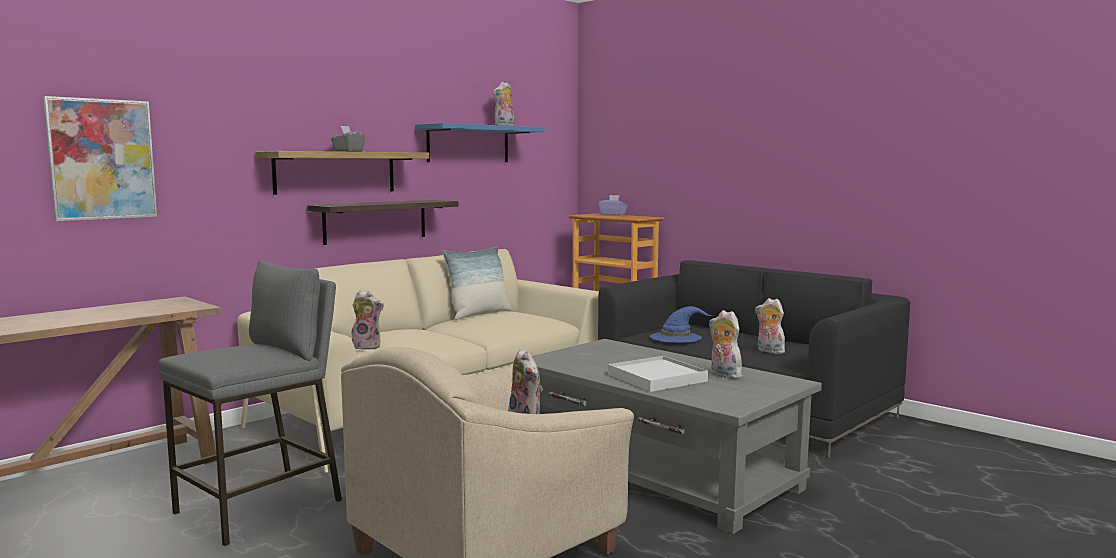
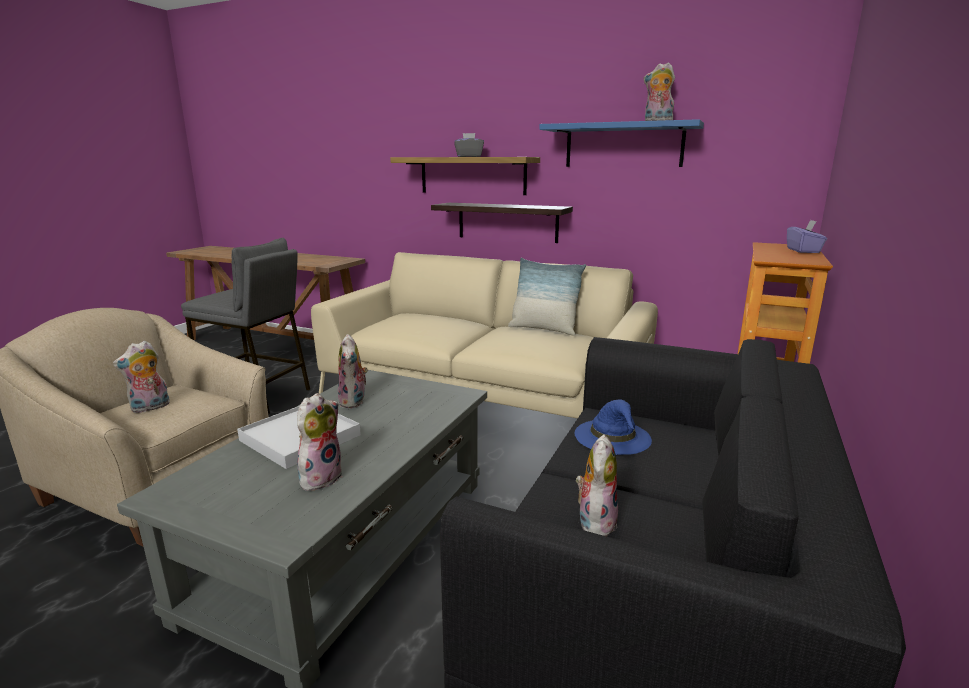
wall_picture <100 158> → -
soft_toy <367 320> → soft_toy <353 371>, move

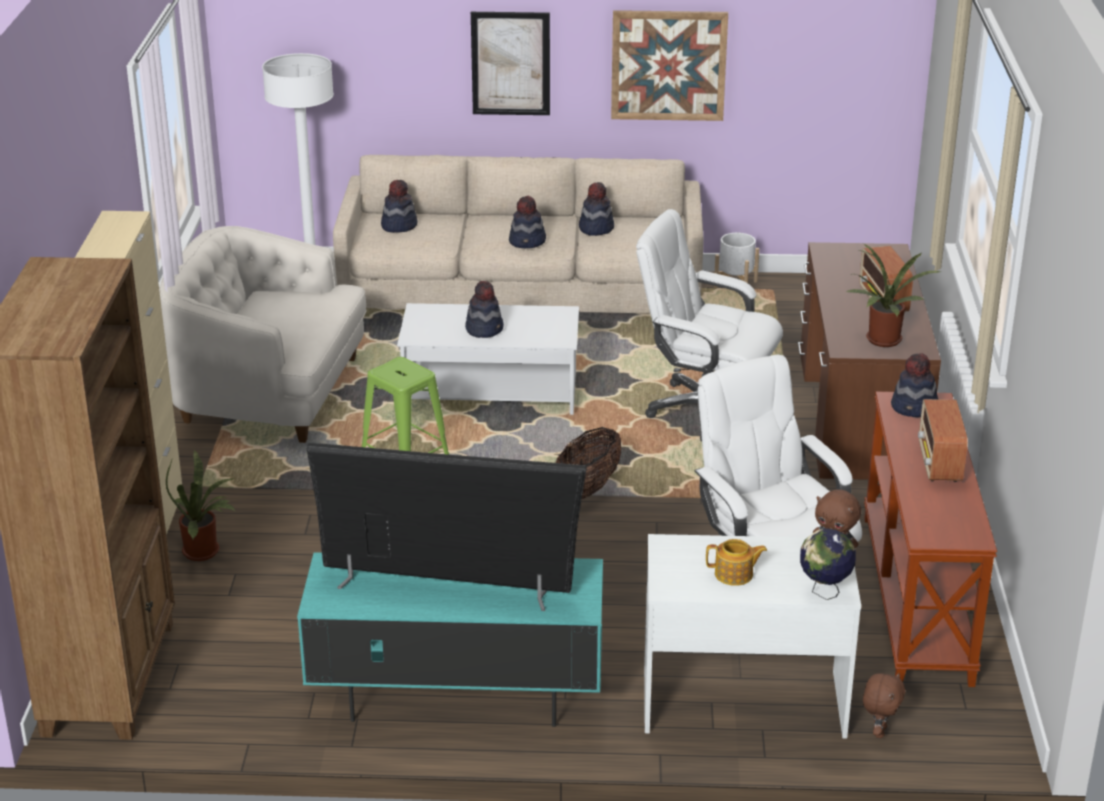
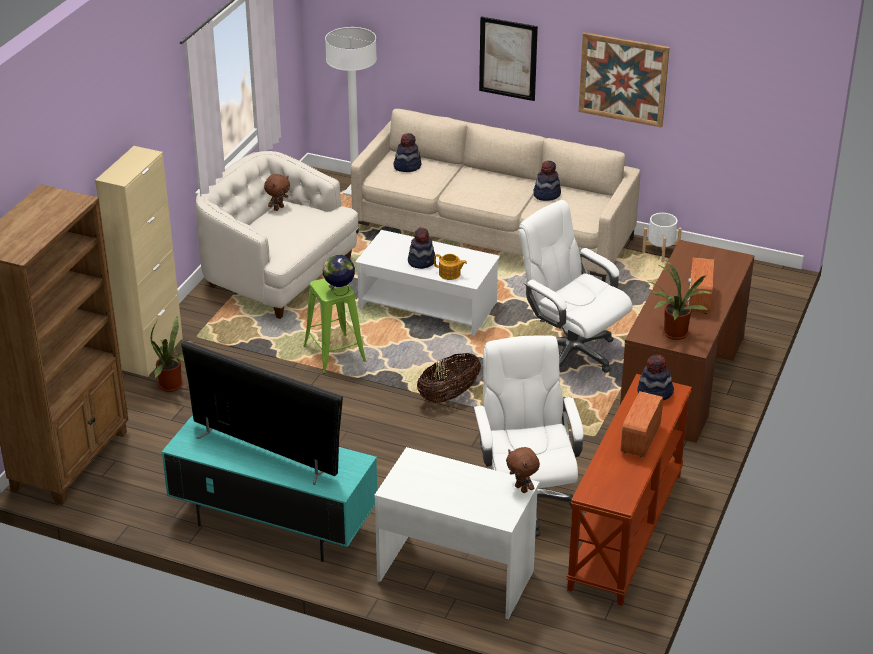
wearable_hat <527 221> → -
globe <828 564> → globe <339 275>, move
tea_pot <736 562> → tea_pot <450 267>, move
brown-coloured_soft_toy <884 705> → brown-coloured_soft_toy <277 192>, move

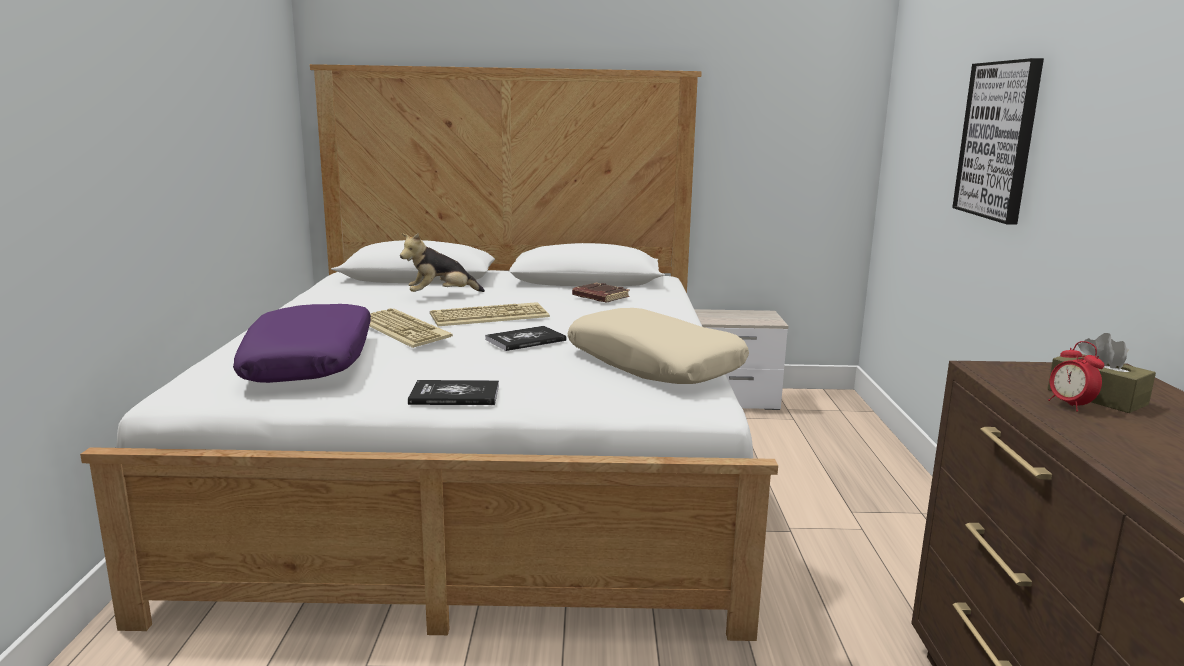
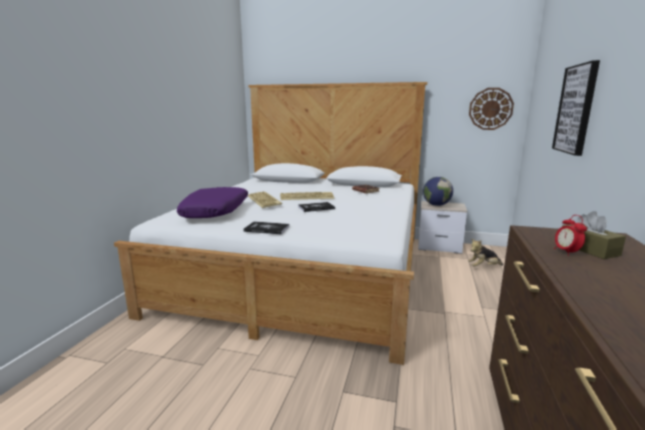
soft_toy <442 262> → soft_toy <485 253>, move
sand-coloured_cushion <658 346> → -
- → clock_on_the_wall <491 109>
- → globe <438 191>

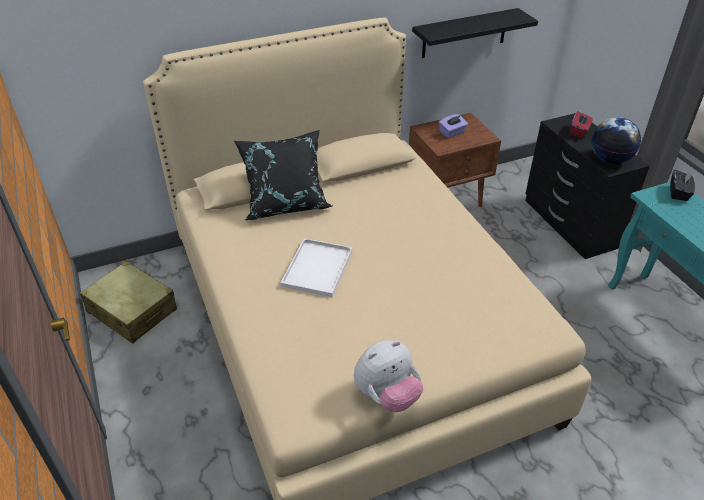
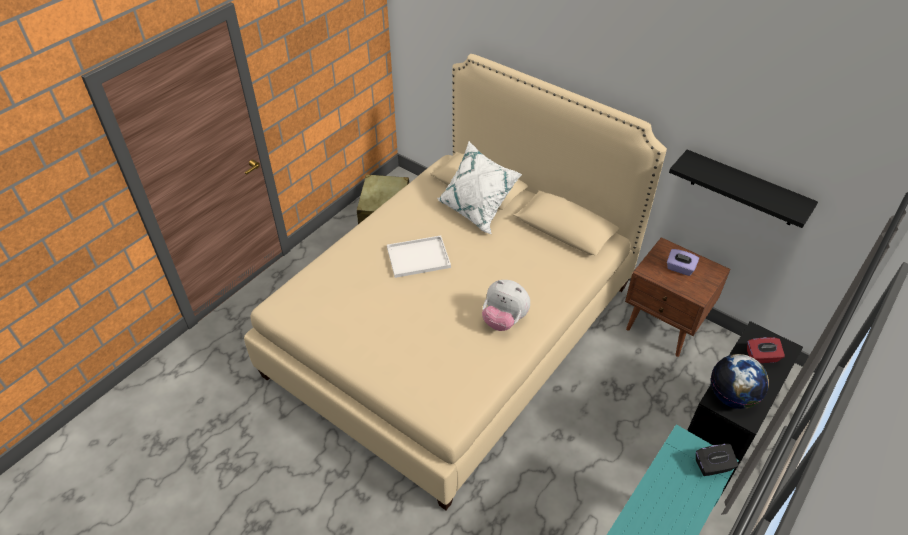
black-coloured_cushion <283 175> → whitish_cushion <479 188>
soft_toy <388 376> → soft_toy <506 305>, move

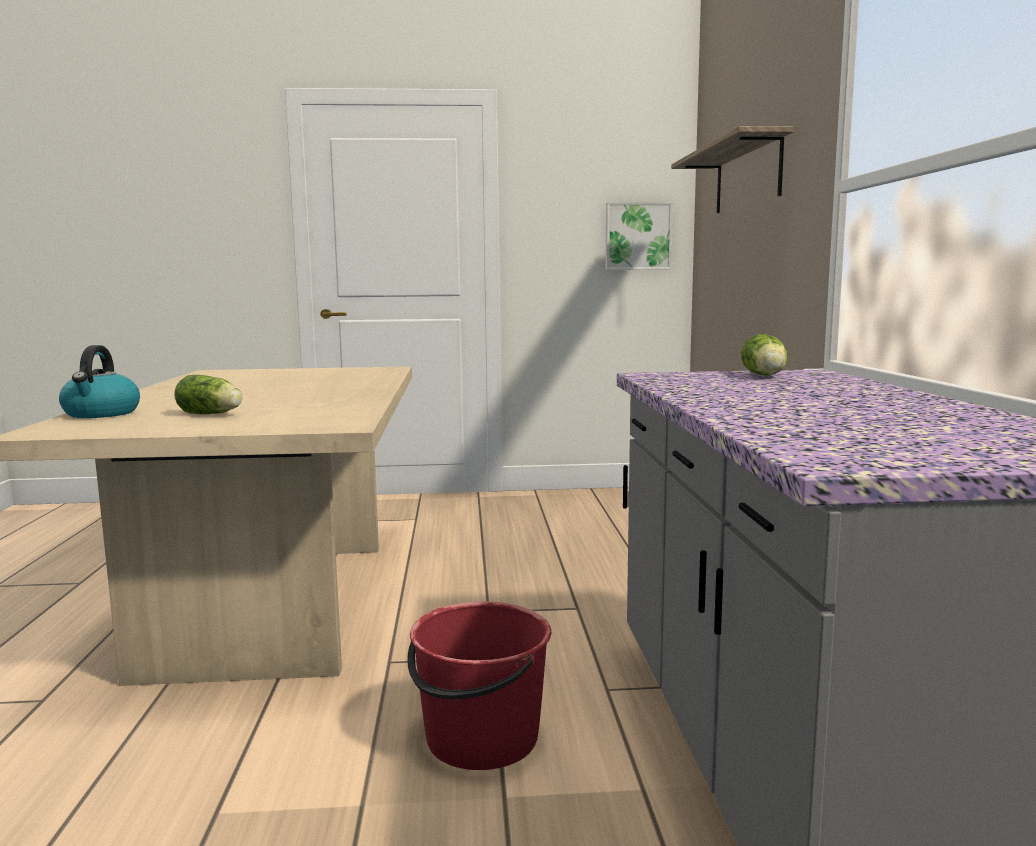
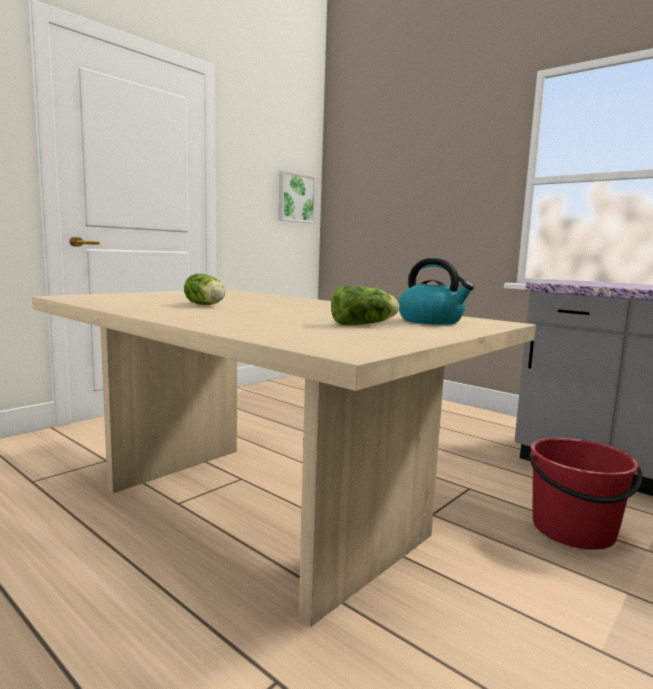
shelf <732 169> → -
head_of_lettuce <764 355> → head_of_lettuce <204 289>, move
tea_kettle <99 381> → tea_kettle <436 291>, move

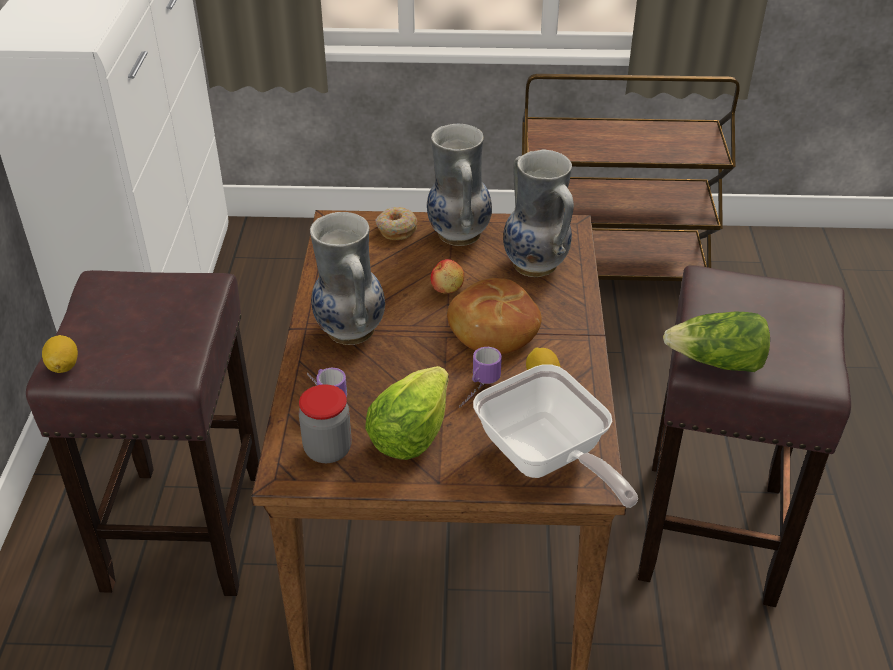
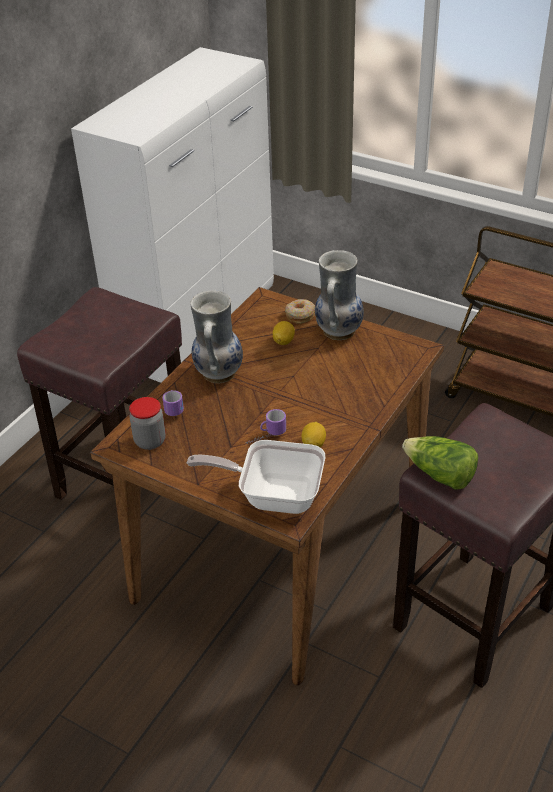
flower_vase <538 213> → -
apple_fruit <447 276> → -
baked_bread <494 316> → -
citrus_fruit <60 354> → citrus_fruit <284 333>, move
frying_pan <555 436> → frying_pan <256 477>, 105 degrees clockwise
head_of_lettuce <407 413> → -

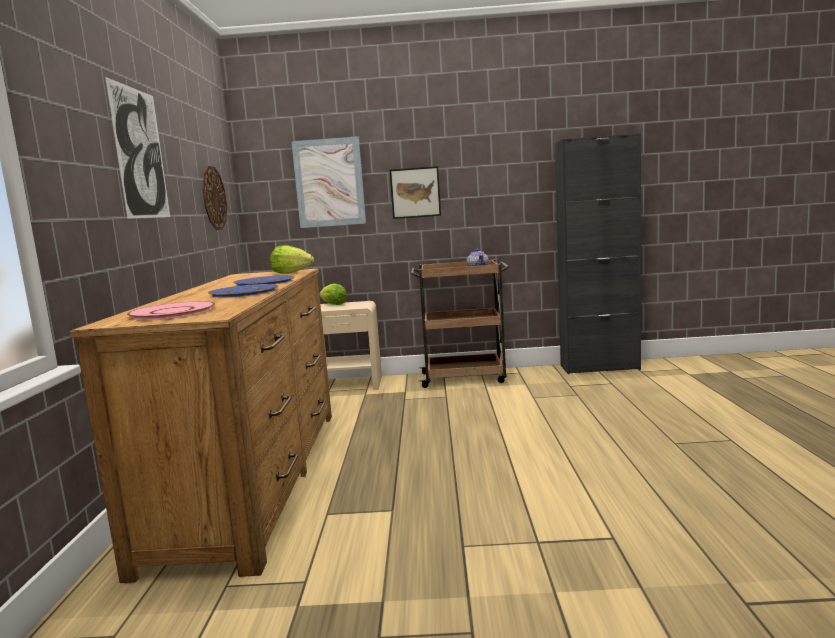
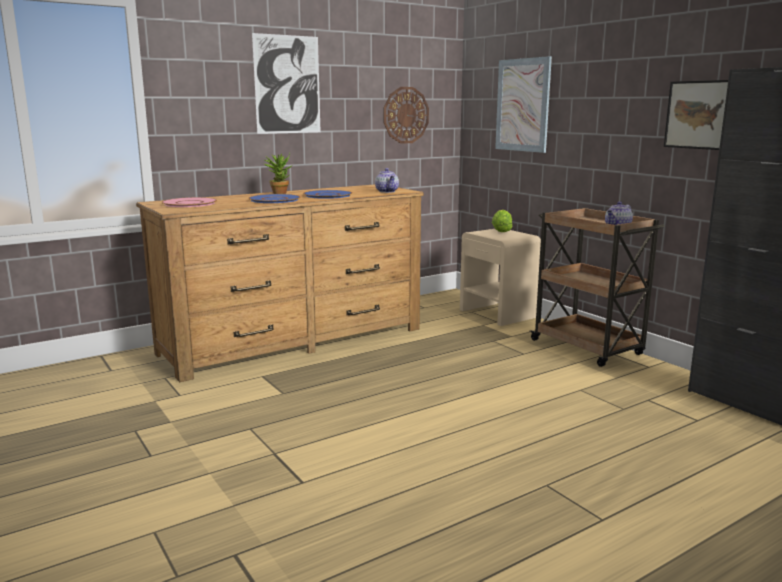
wall_picture <415 192> → wall_picture <696 115>, move
head_of_lettuce <292 259> → tea_pot <387 180>
- → plant_in_a_pot <277 173>

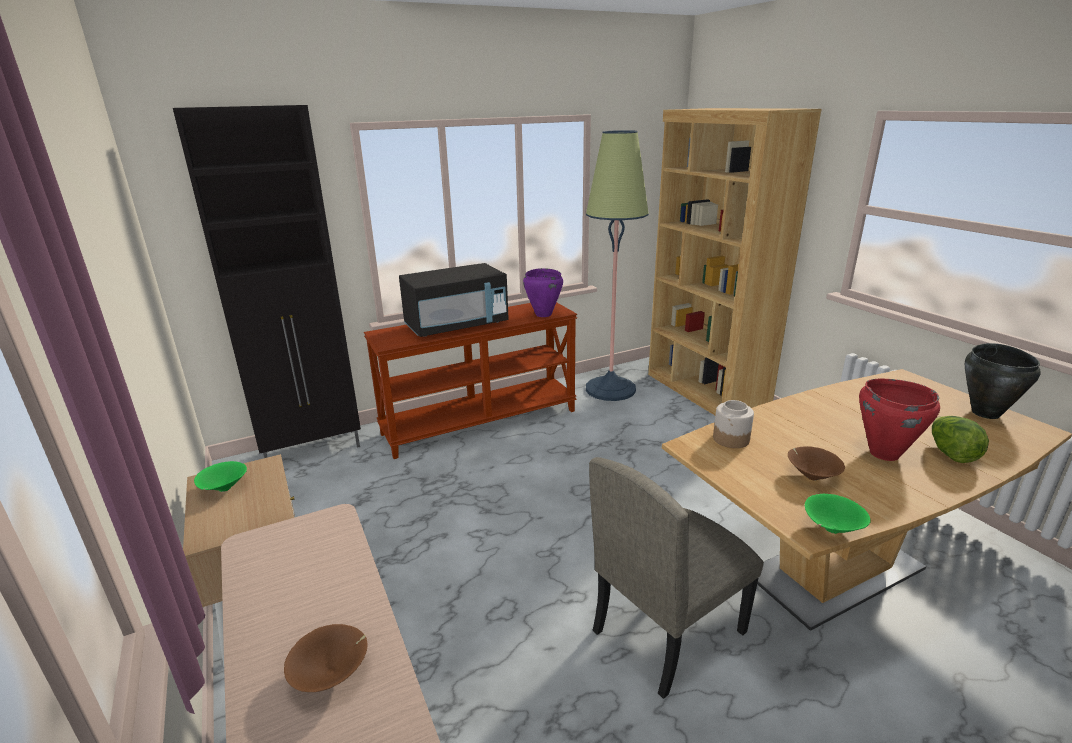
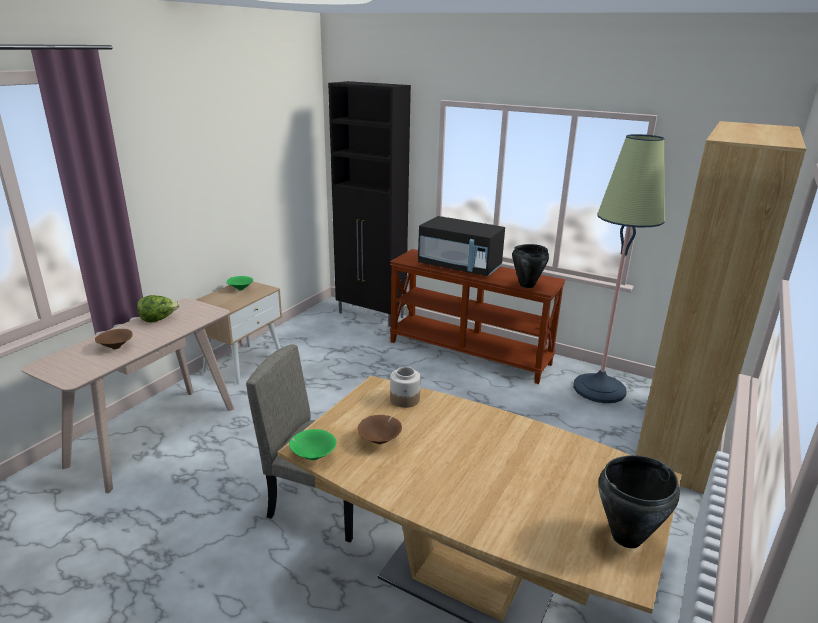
purplish_cooking_pot <543 292> → black-coloured_cooking_pot <530 266>
red_cooking_pot <899 420> → -
head_of_lettuce <960 439> → head_of_lettuce <158 308>, move

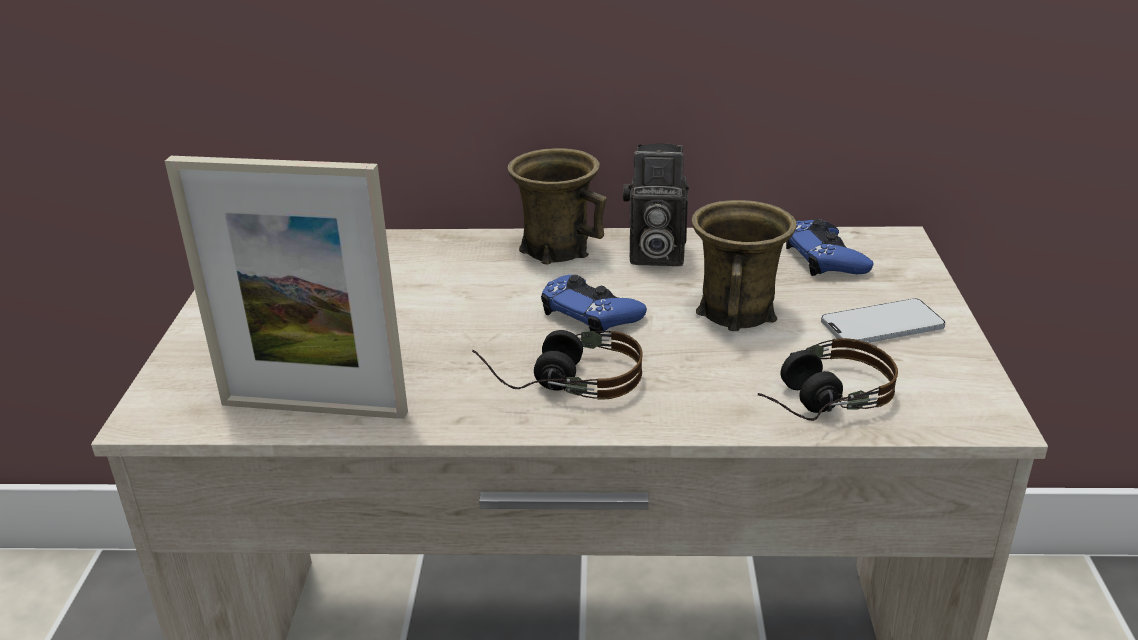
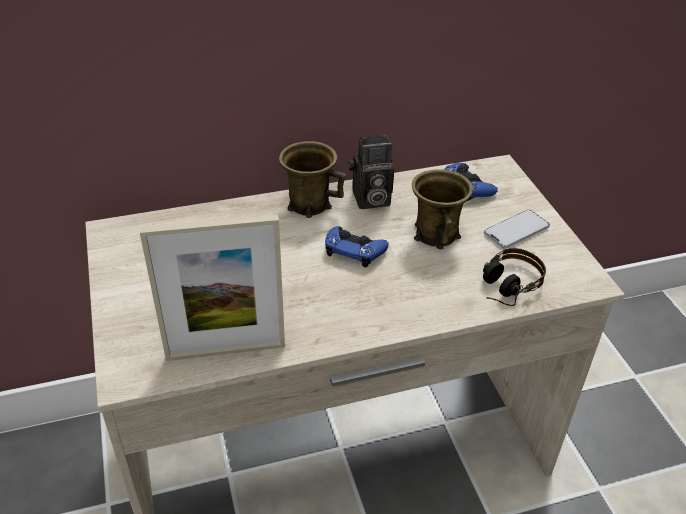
headphones <557 365> → -

